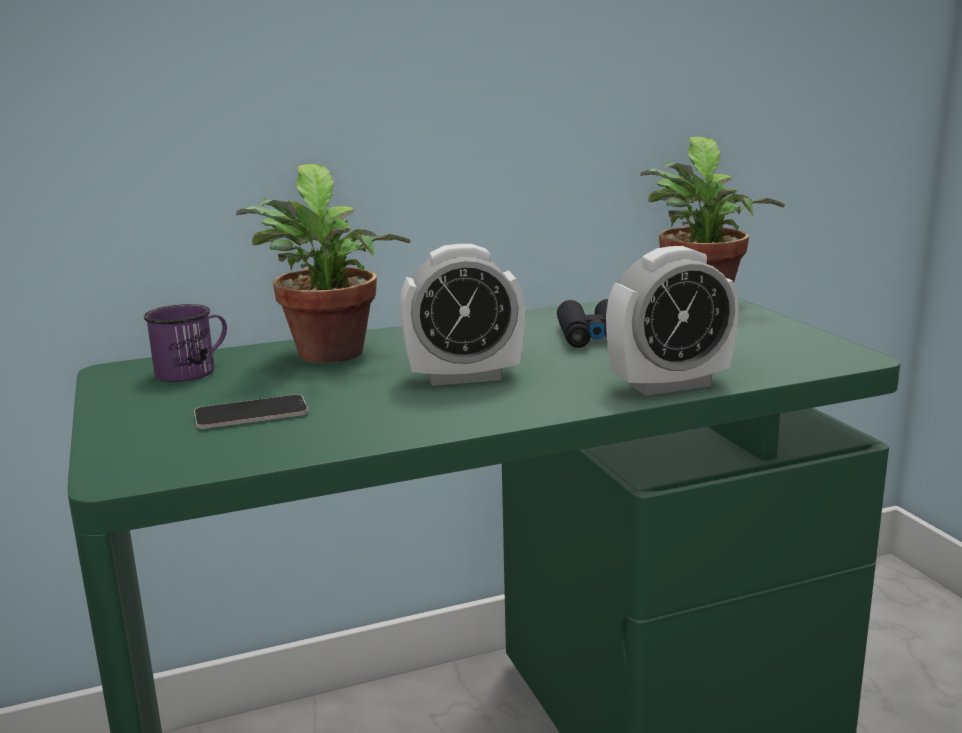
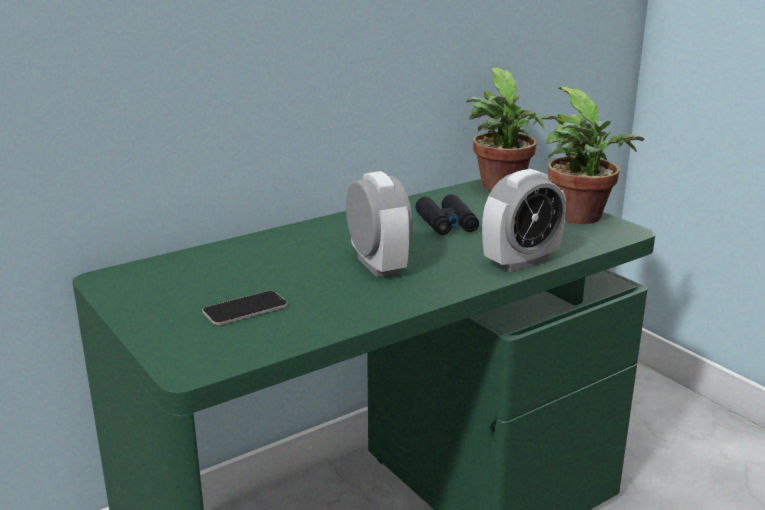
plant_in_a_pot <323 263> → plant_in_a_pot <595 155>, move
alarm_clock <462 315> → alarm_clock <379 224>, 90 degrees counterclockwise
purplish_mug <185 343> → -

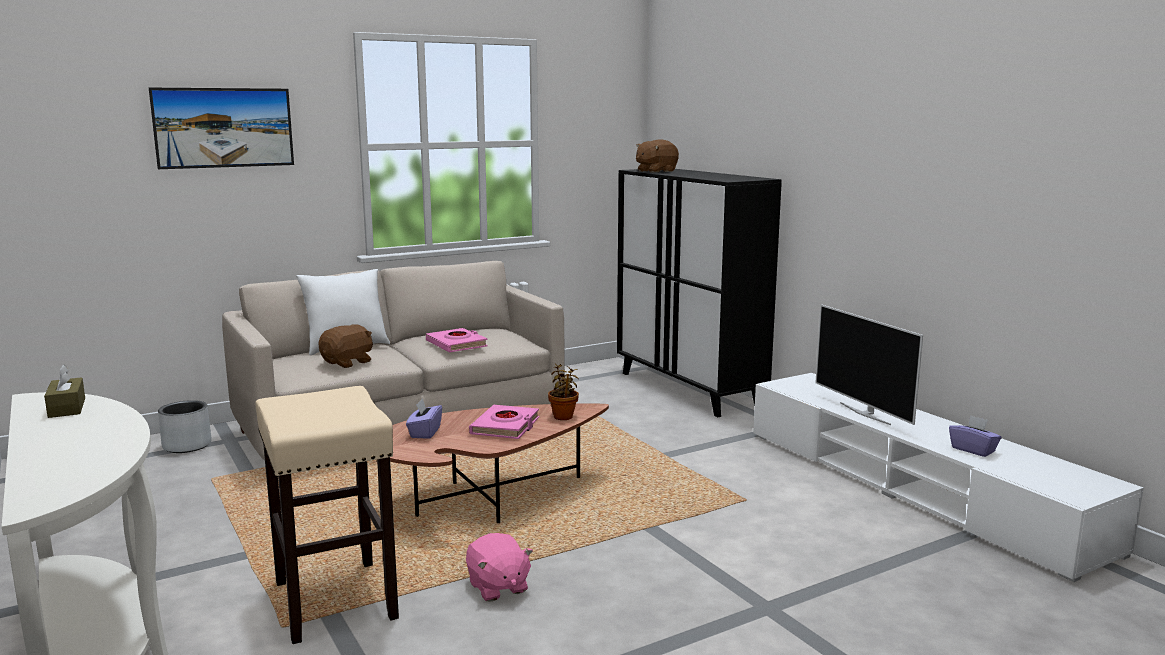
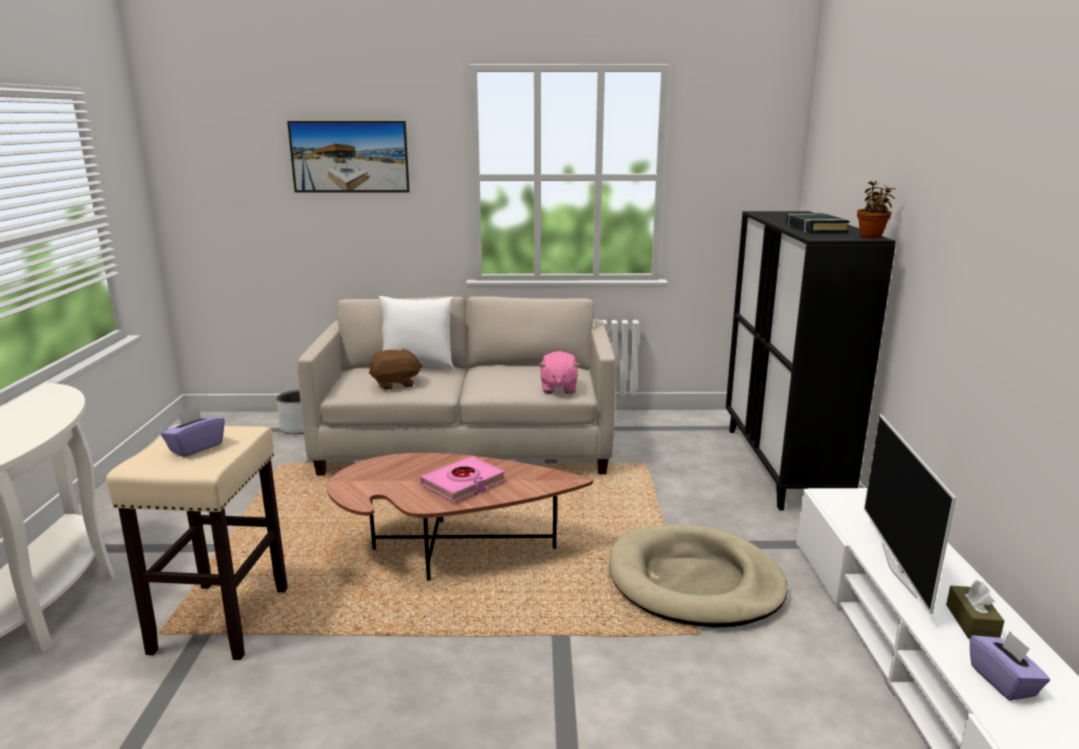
brown-coloured_soft_toy <657 156> → -
pinkish_bound_book <457 340> → -
brown-coloured_tissue_box <64 391> → brown-coloured_tissue_box <975 609>, move
plant_in_a_pot <563 392> → plant_in_a_pot <876 209>, move
purplish_tissue_box <424 418> → purplish_tissue_box <193 431>, move
pinkish_soft_toy <499 567> → pinkish_soft_toy <559 372>, move
- → black-coloured_bound_book <817 223>
- → sand-coloured_dog_bed <698 576>

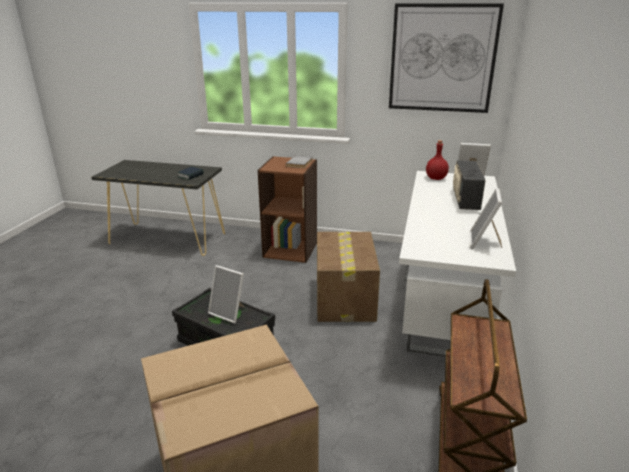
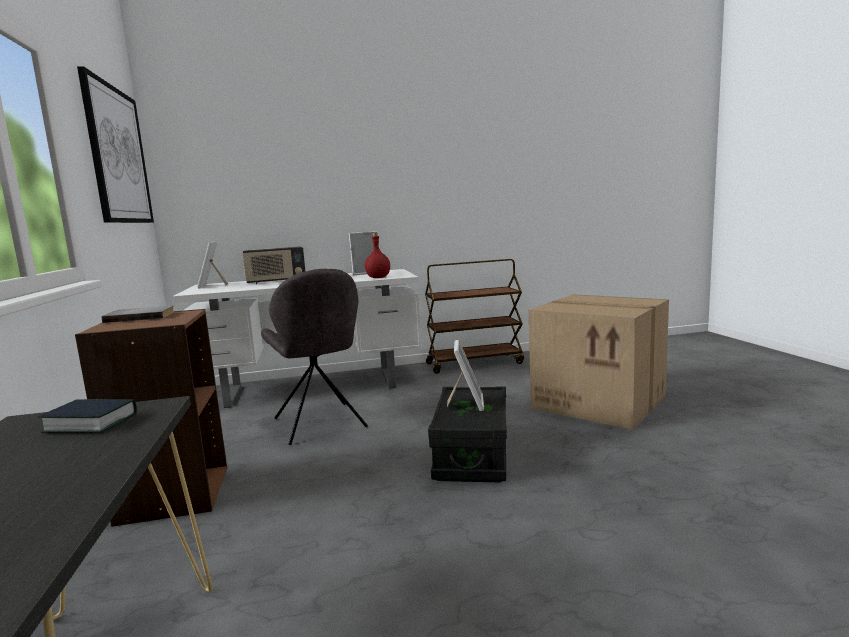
red_bottle <437 160> → red_bottle <377 255>, move
packing_box <348 277> → greyish_plain_chair <314 357>

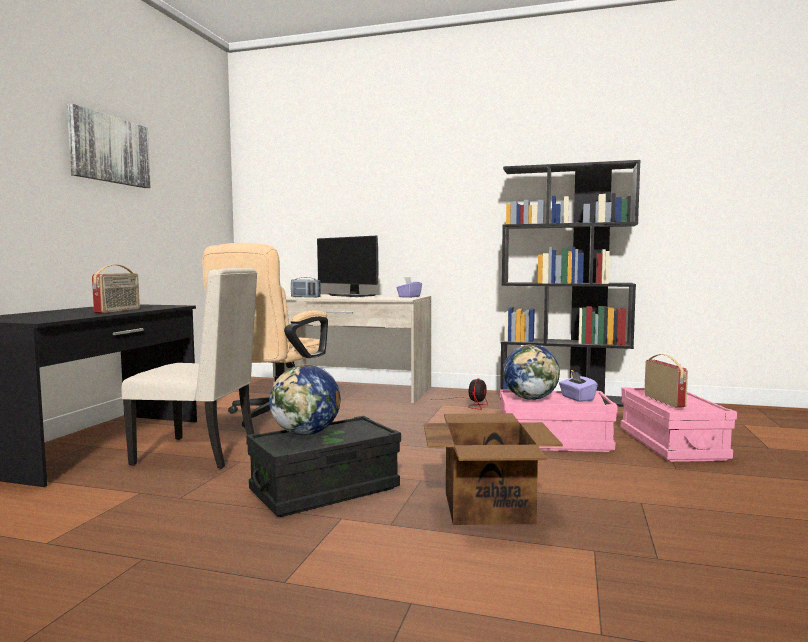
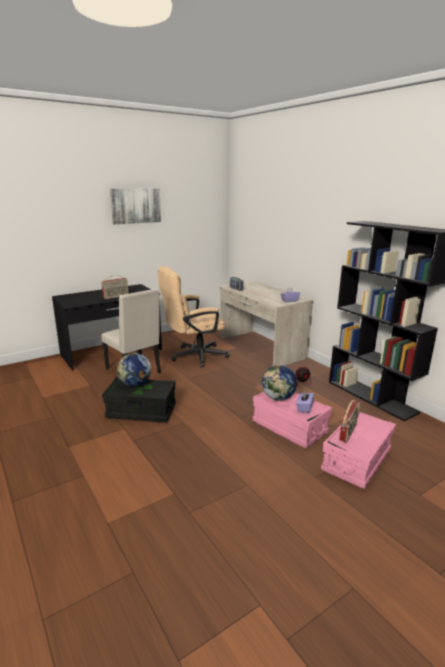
monitor <347 266> → -
packing_box <493 469> → -

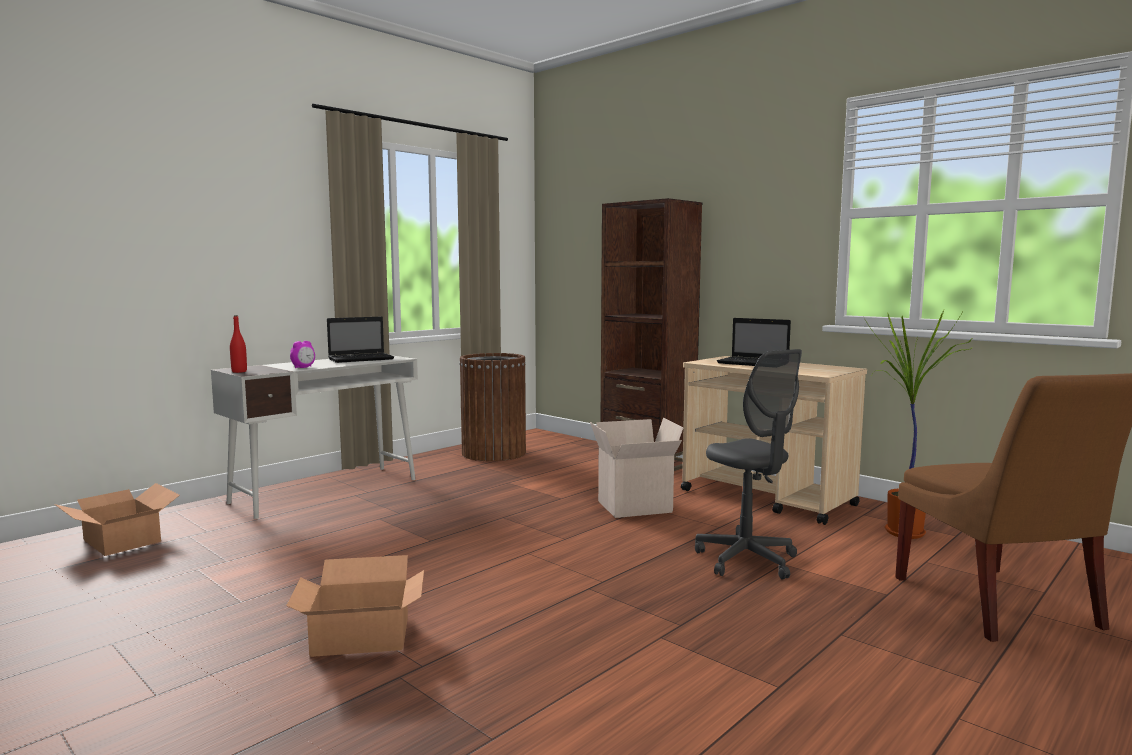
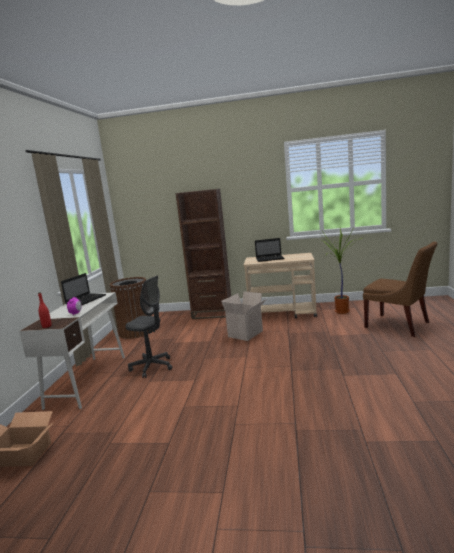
greyish_office_chair <748 464> → greyish_office_chair <148 327>, move
packing_box <355 606> → -

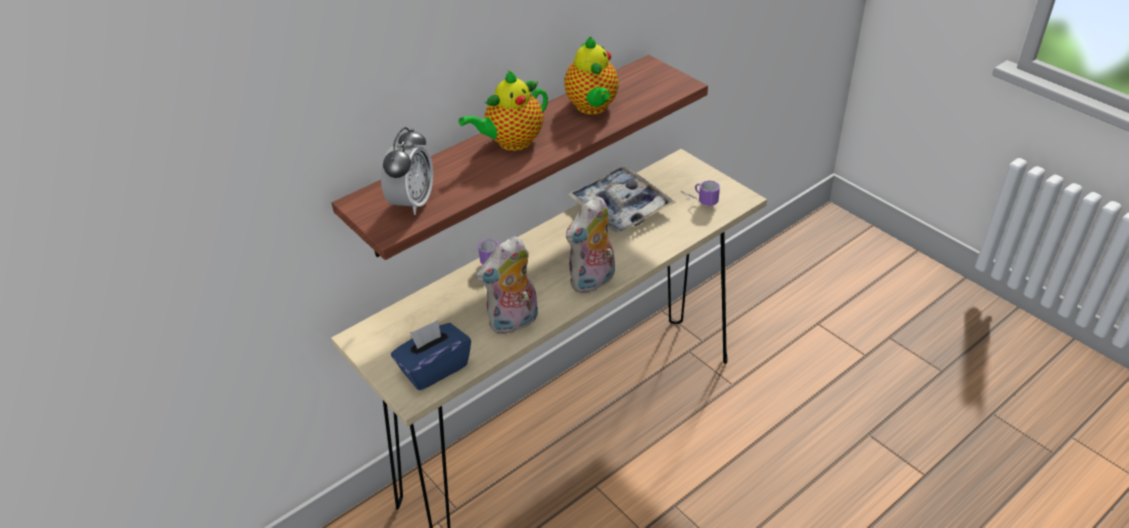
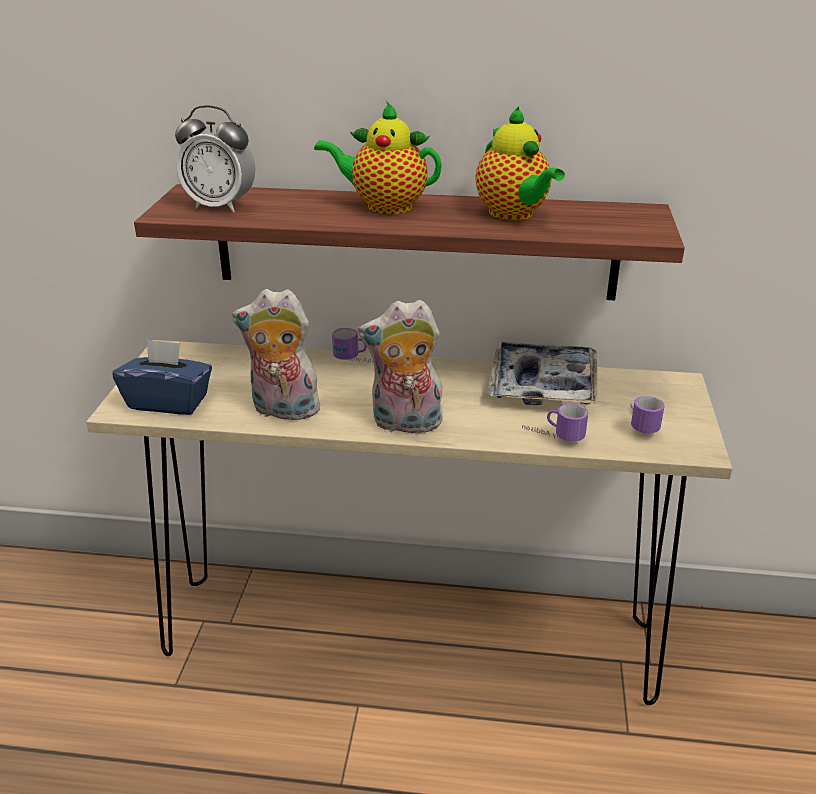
tea_pot <591 75> → tea_pot <520 163>, 60 degrees counterclockwise
alarm_clock <407 171> → alarm_clock <215 159>, 45 degrees clockwise
- → mug <555 423>

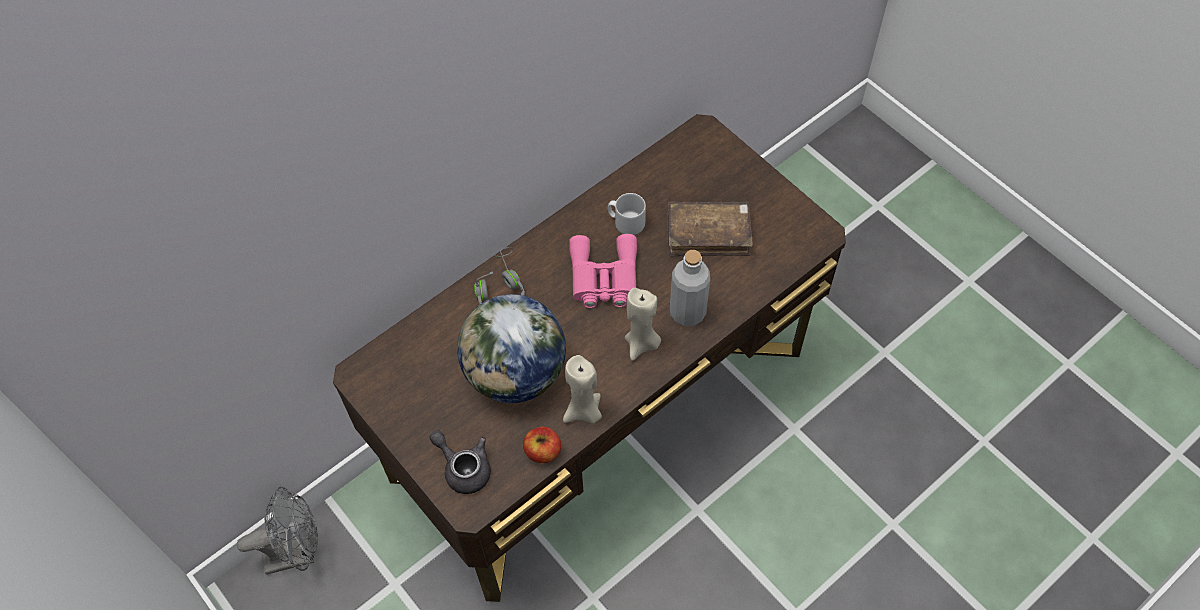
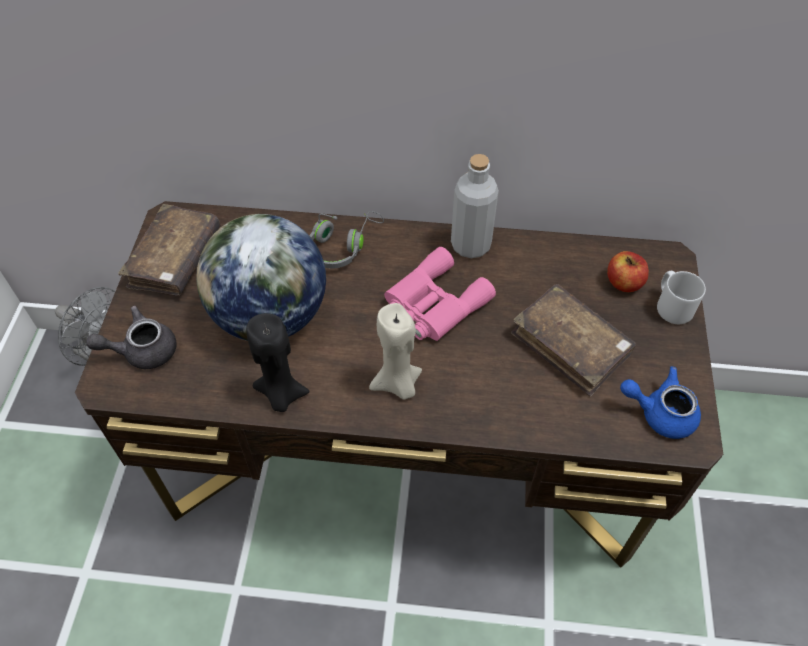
greyish_mug <627 214> → greyish_mug <681 297>, move
greyish_bottle <690 288> → greyish_bottle <475 206>, move
sand-coloured_wax_candle <582 389> → black-coloured_wax_candle <278 362>
apple_fruit <542 445> → apple_fruit <628 271>, move
greyish_tea_pot <460 462> → greyish_tea_pot <131 337>, 105 degrees counterclockwise
- → brown-coloured_bound_book <169 250>
- → bluish_tea_pot <660 402>

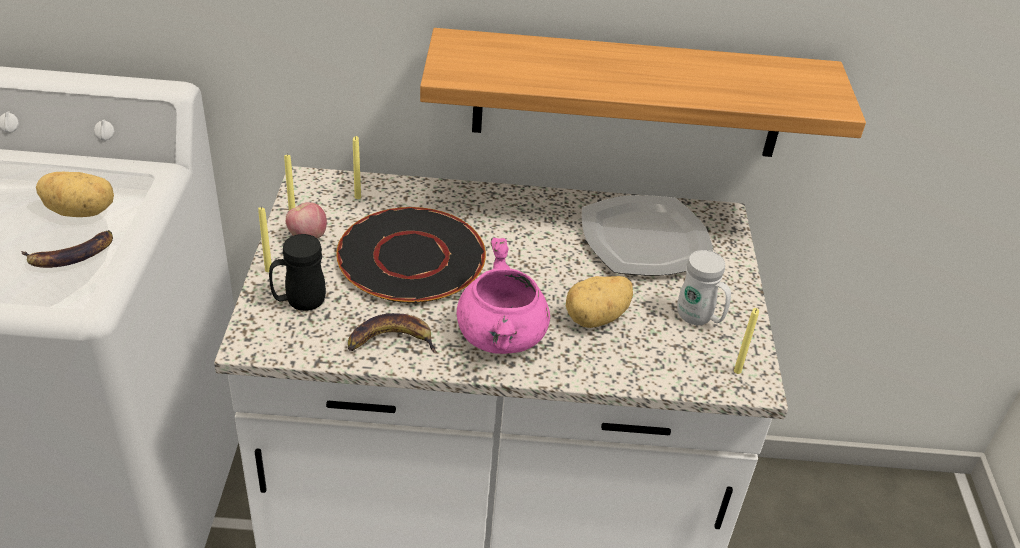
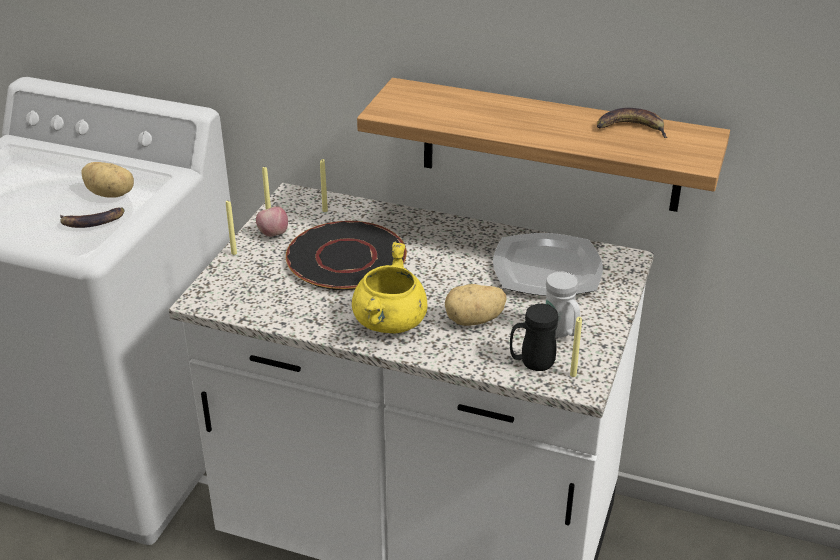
black-coloured_mug <297 272> → black-coloured_mug <534 337>, move
pinkish_cooking_pot <503 295> → yellowish_cooking_pot <390 287>
whole_banana <392 333> → whole_banana <632 123>, move

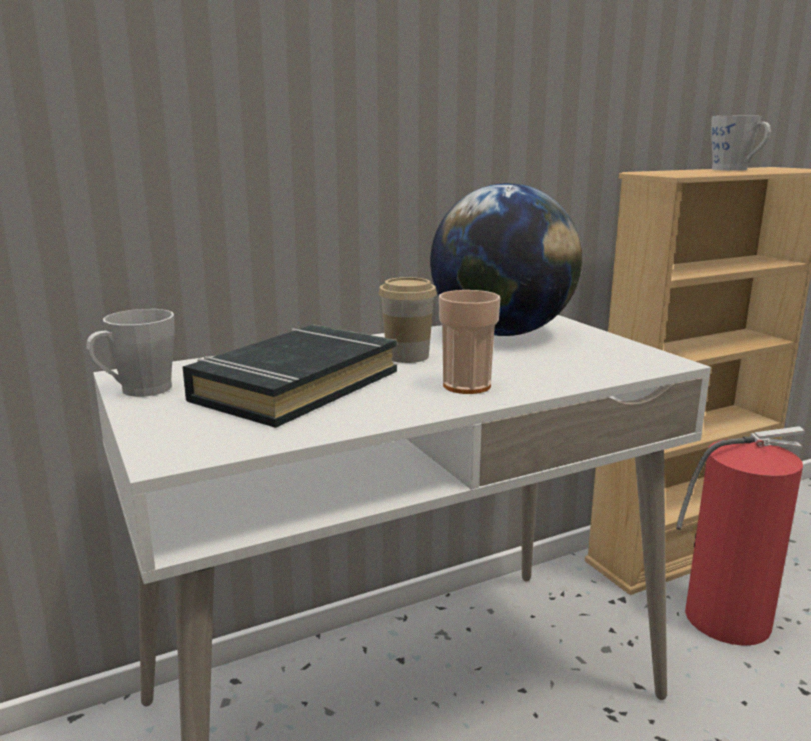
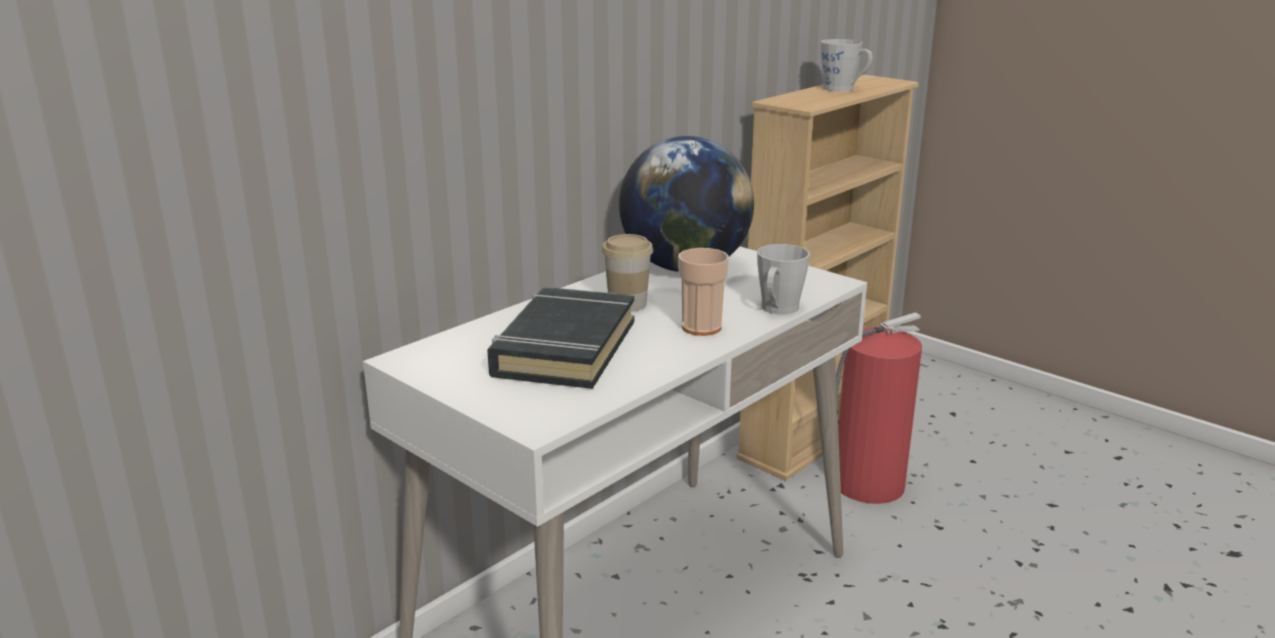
greyish_mug <130 353> → greyish_mug <783 279>, move

